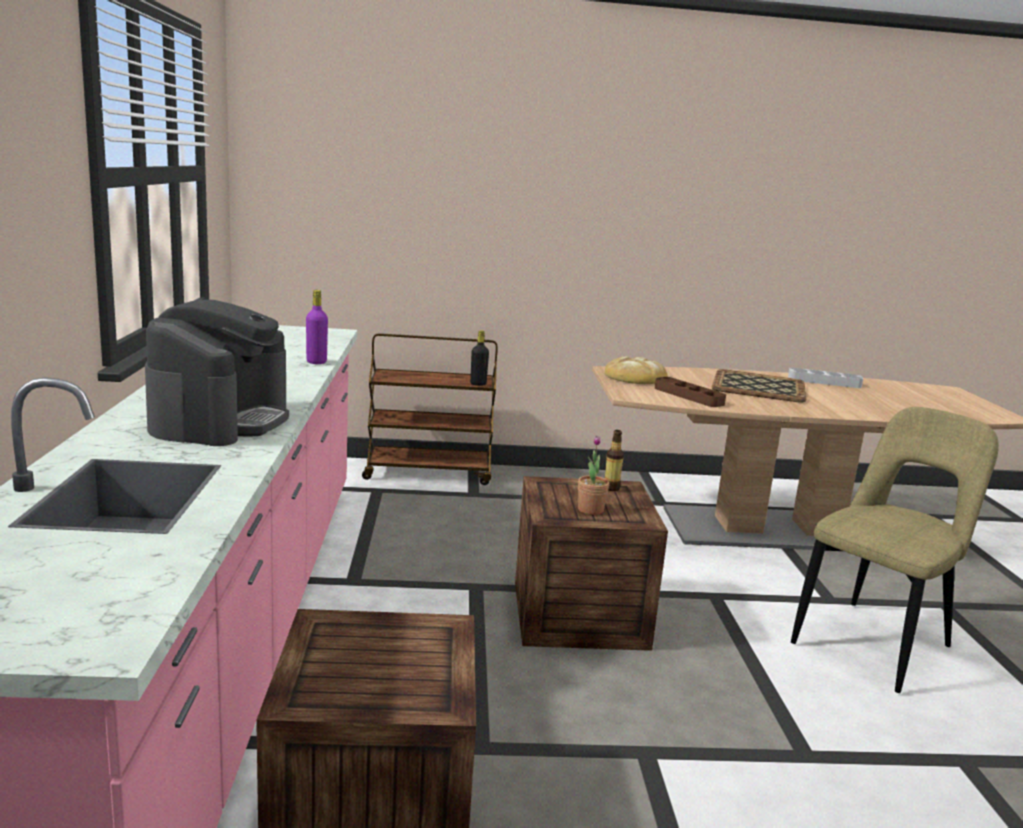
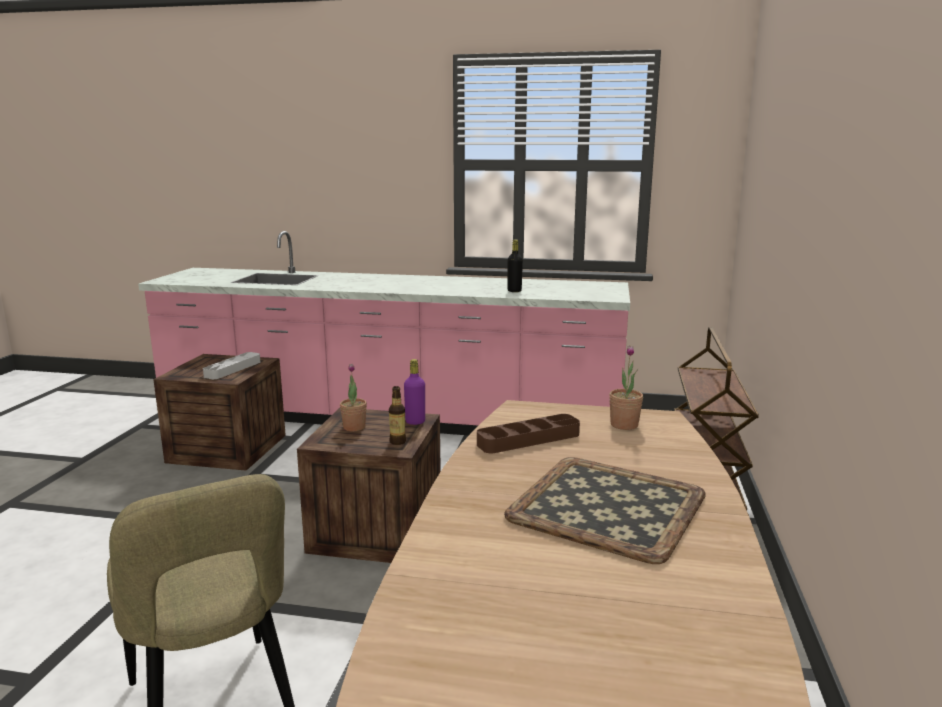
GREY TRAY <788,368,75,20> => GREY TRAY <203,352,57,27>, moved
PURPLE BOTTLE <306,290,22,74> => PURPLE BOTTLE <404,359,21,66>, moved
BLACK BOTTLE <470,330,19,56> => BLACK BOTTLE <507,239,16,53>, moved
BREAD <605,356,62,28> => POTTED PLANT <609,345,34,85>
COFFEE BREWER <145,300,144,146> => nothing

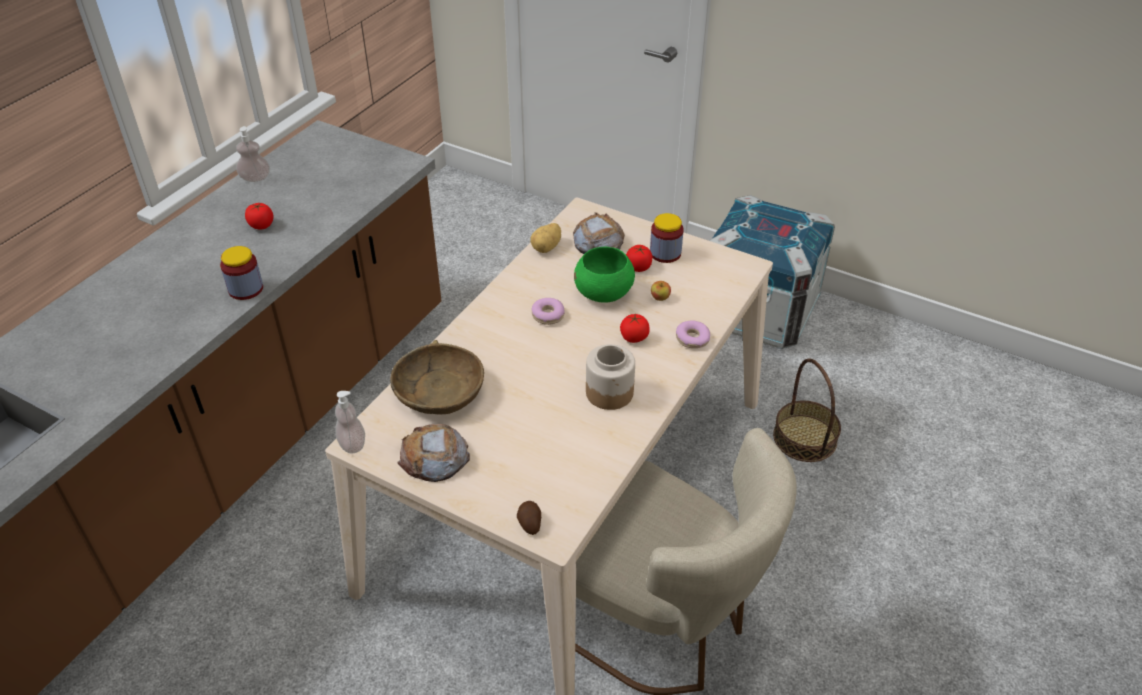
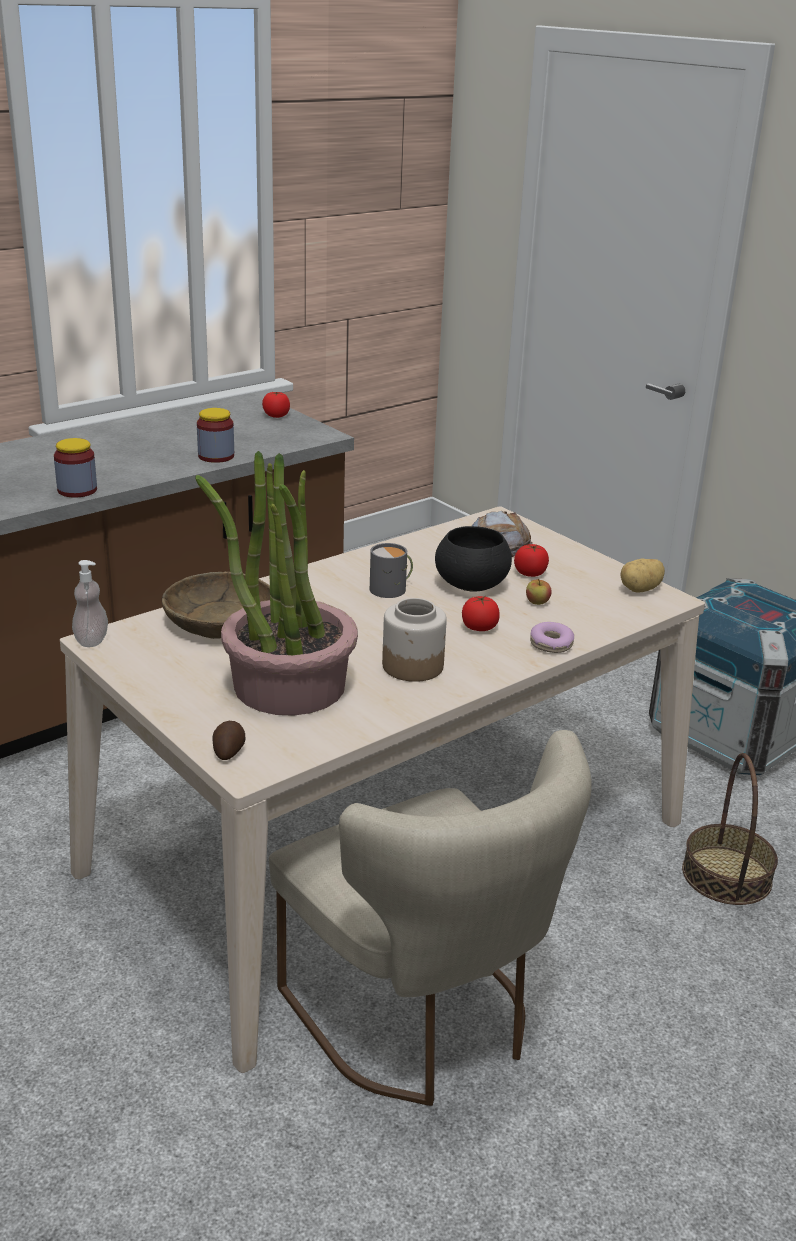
nothing => POTTED PLANT <195,451,163,265>
PRESERVE JAR <650,213,34,50> => PRESERVE JAR <197,408,37,55>, moved
WHOLE TOMATO <245,202,28,28> => WHOLE TOMATO <262,392,28,26>, moved
DONUT <531,298,34,27> => GREY COFFEE MUG <370,543,43,55>
GREENISH SERVING BOWL <574,247,61,56> => BLACK SERVING BOWL <435,526,77,65>
SPUD <530,223,31,30> => SPUD <620,558,45,35>, moved
SOAP DISPENSER <236,126,34,56> => nothing
BREAD <397,424,73,58> => nothing

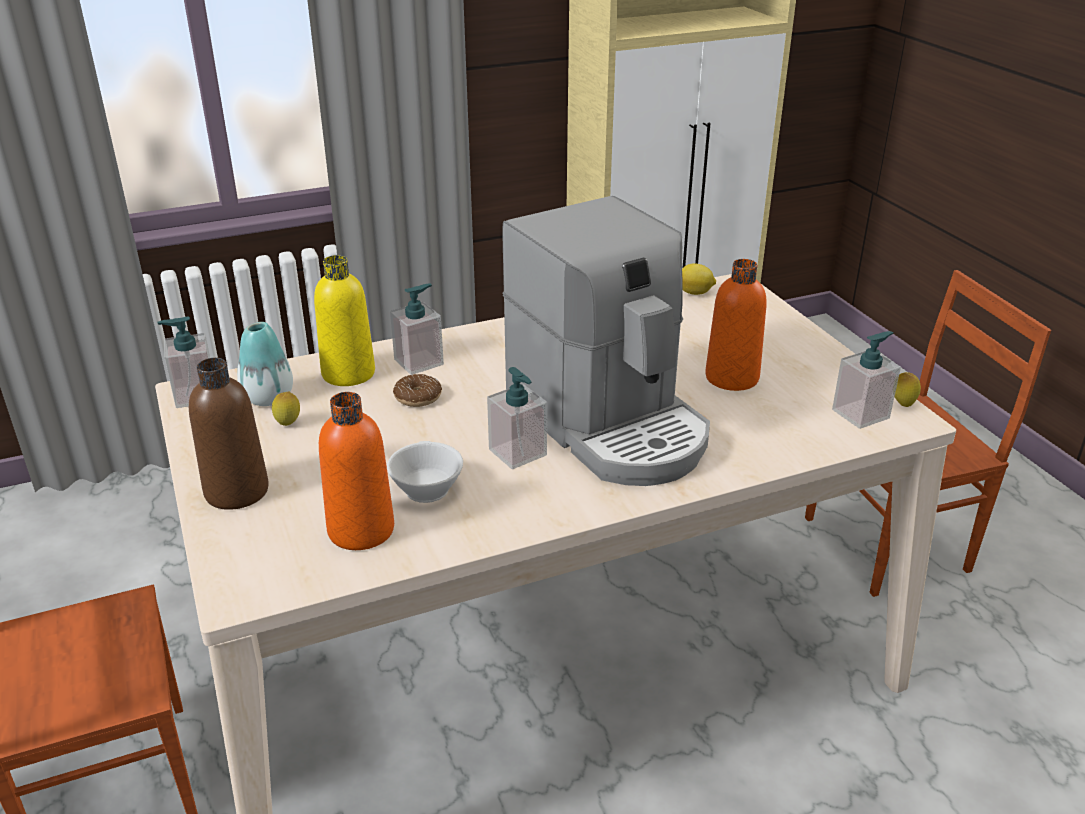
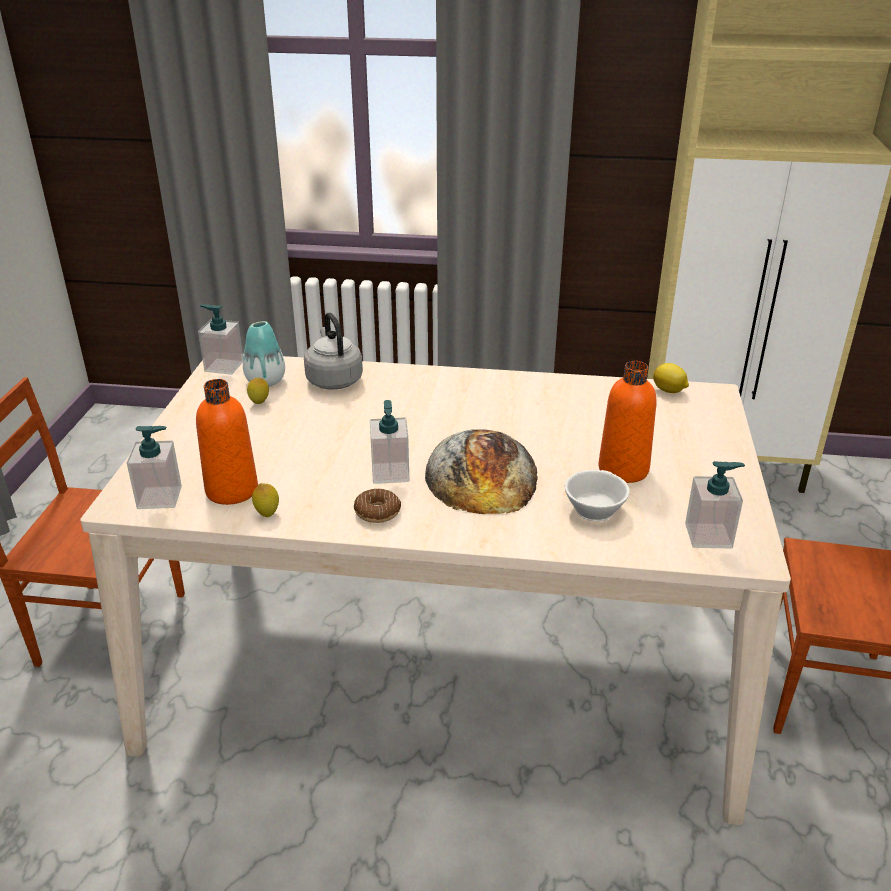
SOAP DISPENSER <390,284,54,91> => SOAP DISPENSER <127,426,55,83>, moved
LEMON <895,372,26,35> => LEMON <252,483,27,34>, moved
YELLOW-COLOURED BOTTLE <314,255,61,131> => GREY TEA KETTLE <304,312,59,78>
DONUT <393,374,49,33> => DONUT <354,489,47,34>, moved
COFFEE BREWER <502,196,208,290> => BREAD <425,429,113,85>
WHITE DRINKING CUP <387,441,76,62> => WHITE DRINKING CUP <565,470,65,51>, moved
BROWN-COLOURED BOTTLE <189,358,80,152> => nothing

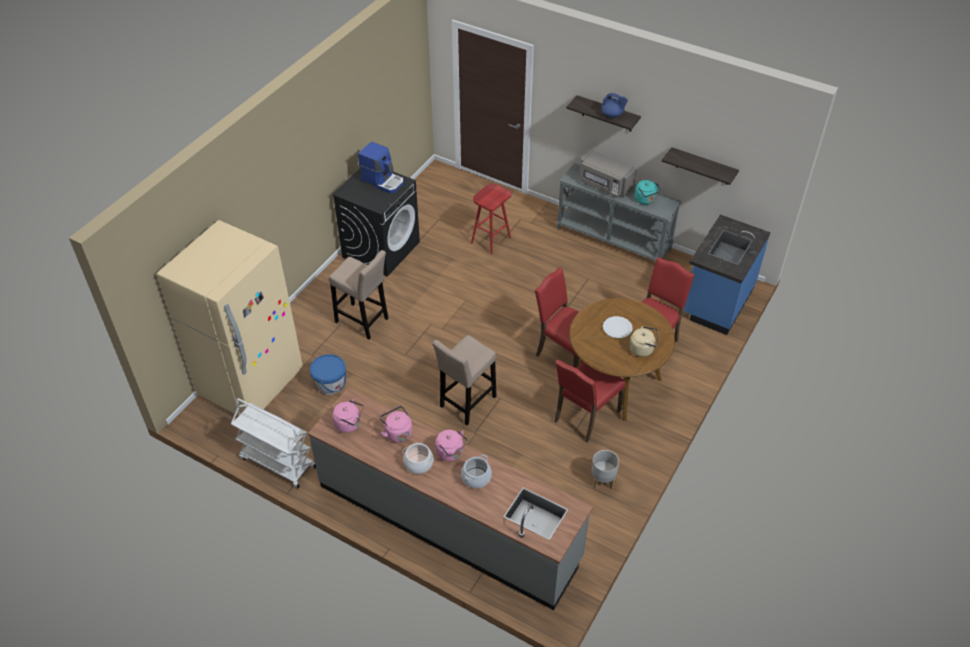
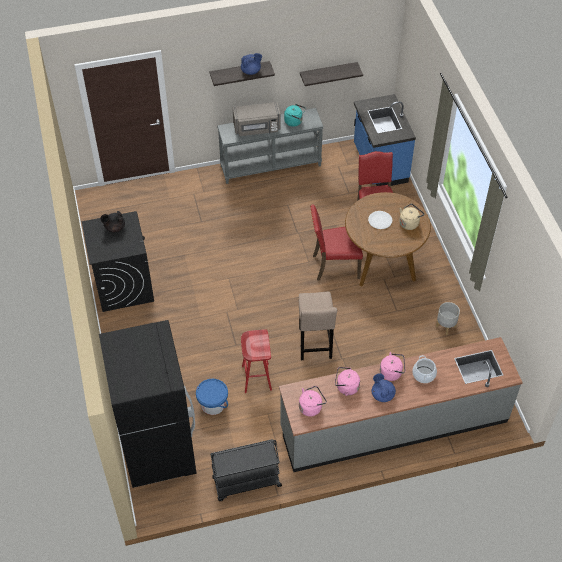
BEIGE-COLOURED FRIDGE <157,220,146,196> => BLACK FRIDGE <99,320,97,168>
COFFEE BREWER <358,142,46,52> => BLACK TEAPOT <100,211,25,22>
WHITE CART <231,398,85,90> => BLACK CART <210,439,72,62>
REDDISH SITTING STOOL <471,184,41,70> => REDDISH SITTING STOOL <241,329,31,64>, moved
SAUCEPOT <403,443,30,31> => BLUE TEAPOT <371,373,25,29>
BEIGE-COLOURED SITTING STOOL <329,250,59,89> => nothing
REDDISH PLAIN CHAIR <554,360,71,83> => nothing

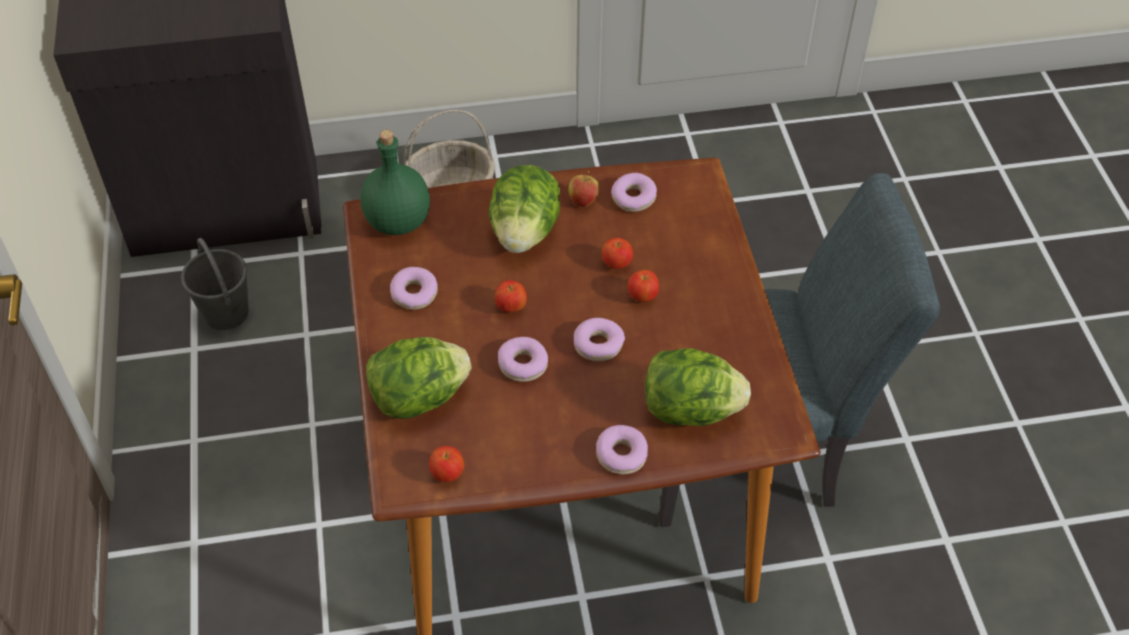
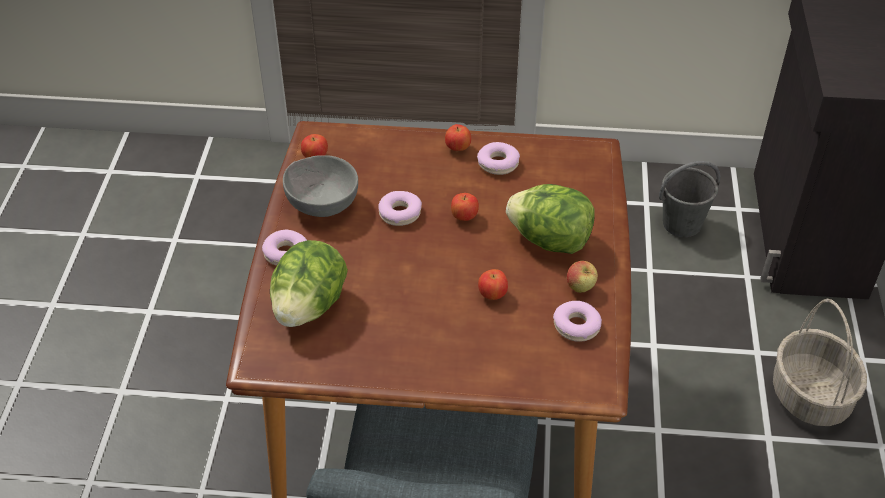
nothing => GREY SERVING BOWL <283,155,75,62>
APPLE FRUIT <628,270,31,32> => APPLE FRUIT <445,124,26,27>, moved
GREENISH BOTTLE <360,130,70,105> => nothing
LETTUCE HEAD <366,337,106,82> => nothing
DONUT <574,318,51,43> => nothing

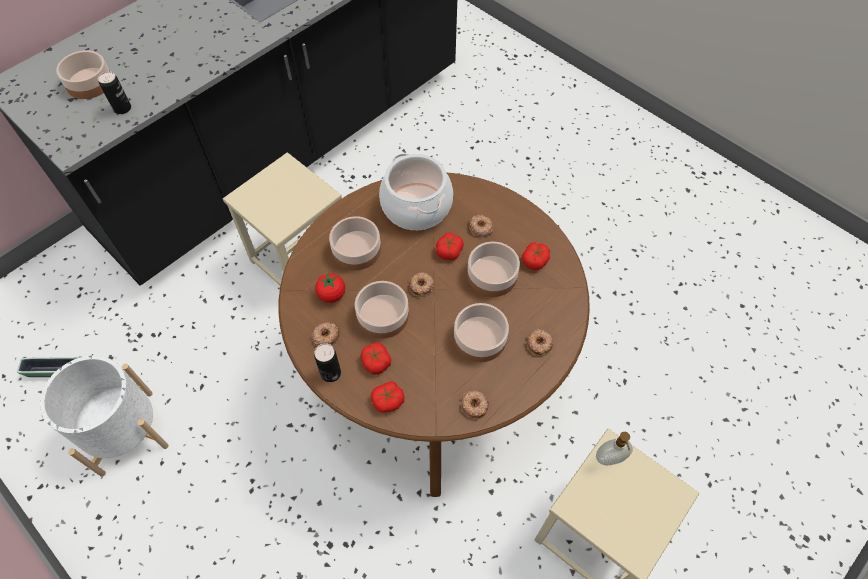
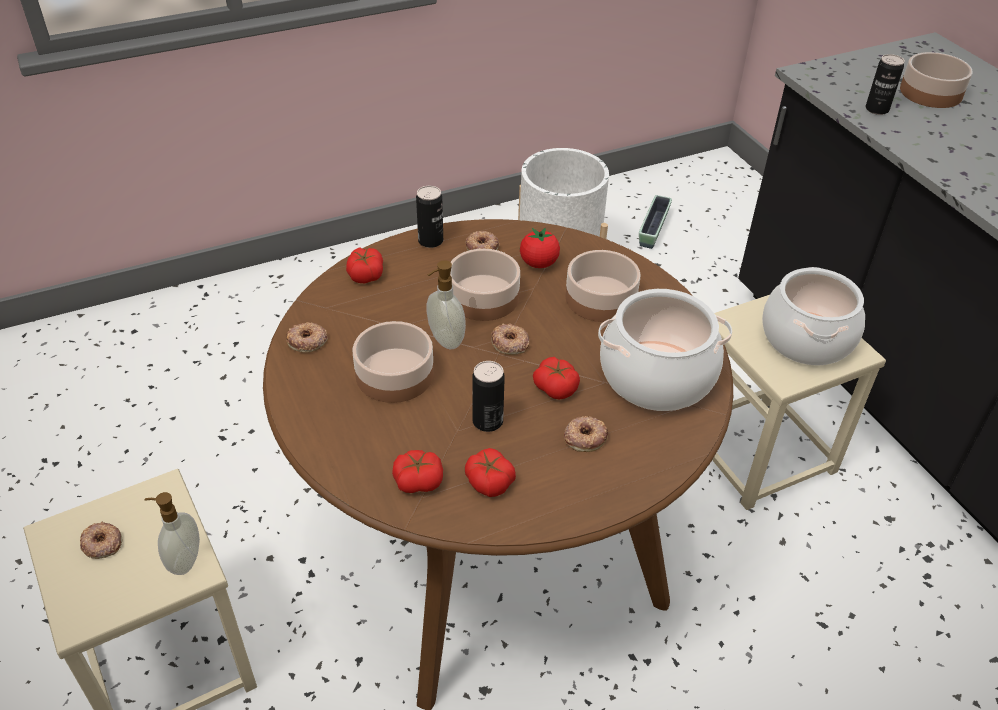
DONUT <527,329,27,27> => DONUT <80,522,42,37>, moved
WHOLE TOMATO <361,343,30,31> => WHOLE TOMATO <392,450,51,43>, moved
nothing => SOAP DISPENSER <427,260,39,89>
SERVING BOWL <467,242,53,55> => CAN <472,361,33,71>
nothing => SAUCEPOT <762,267,103,99>

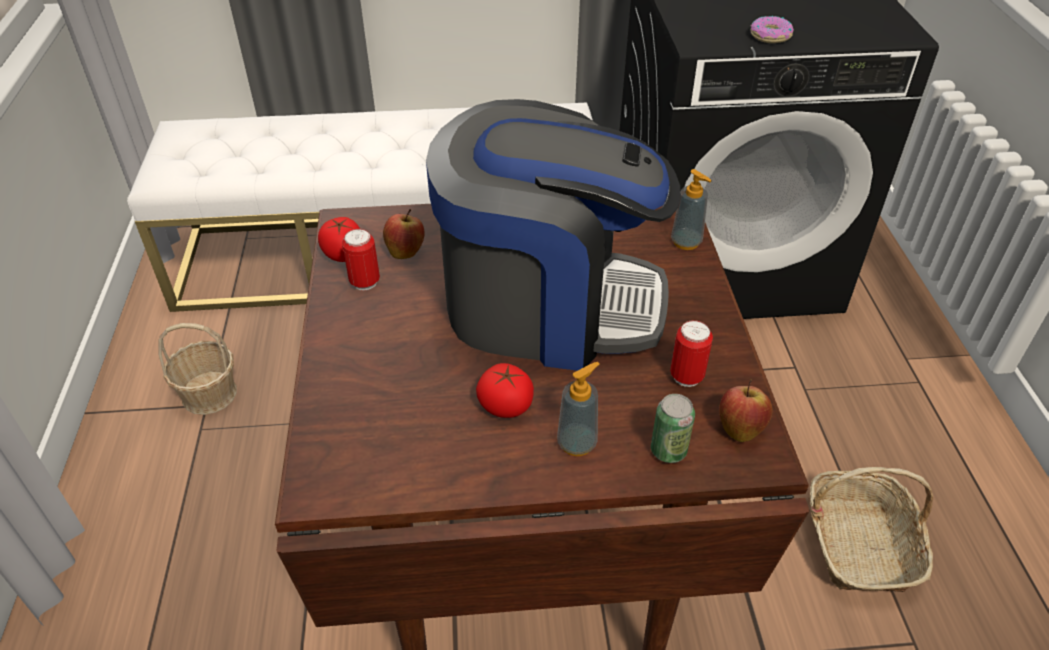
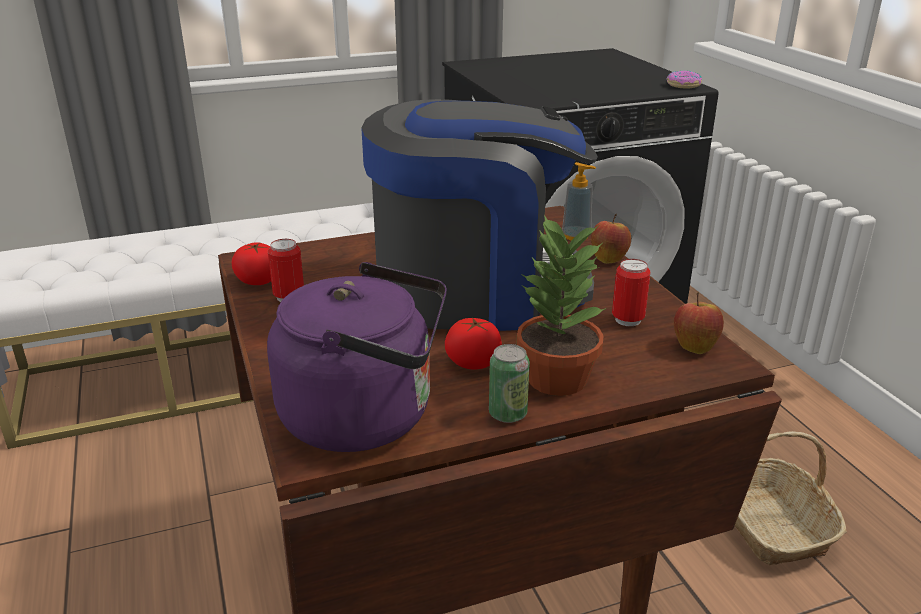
nothing => PURPLE TEA KETTLE <267,262,180,190>
CAN <651,394,44,69> => CAN <489,344,41,79>, moved
SOAP DISPENSER <557,362,43,94> => POTTED PLANT <517,215,90,181>
APPLE FRUIT <383,209,42,50> => APPLE FRUIT <591,214,40,50>, moved
DONUT <750,16,44,27> => DONUT <666,71,36,18>, moved
STORAGE BASKET <159,323,78,92> => nothing

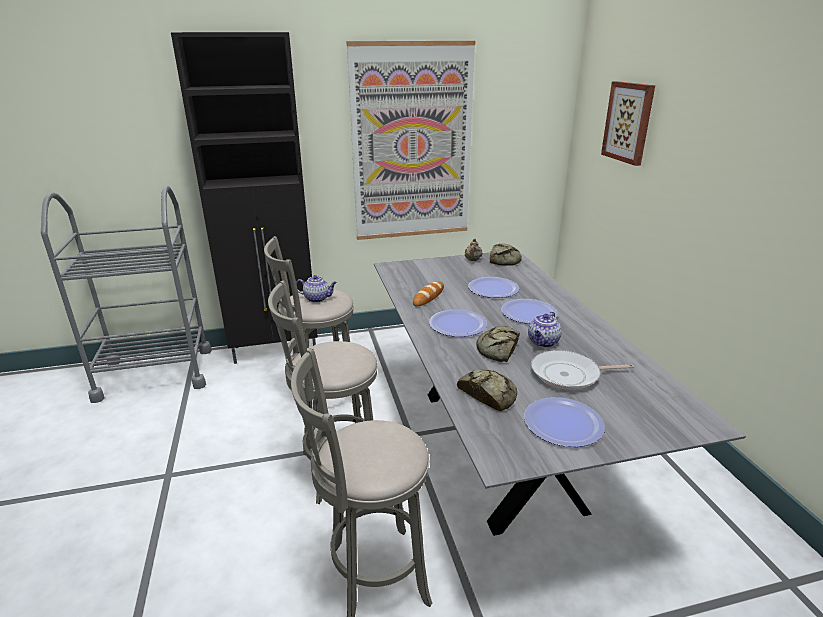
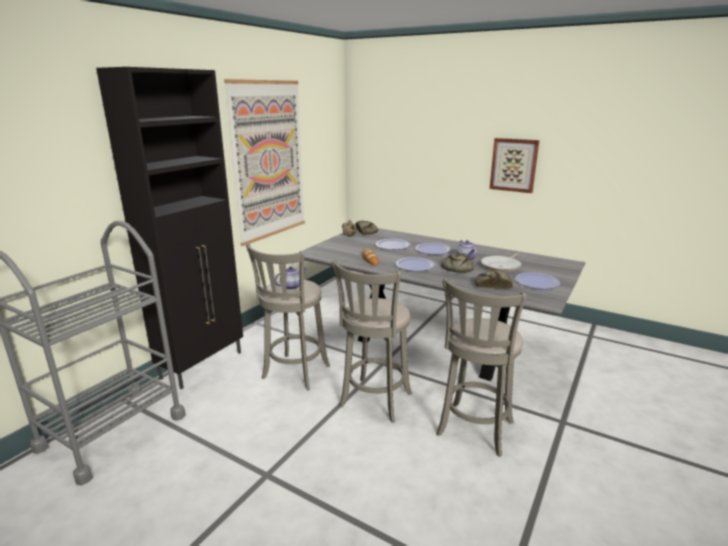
WALL PICTURE <601,81,54,85> => WALL PICTURE <490,138,49,55>, moved

